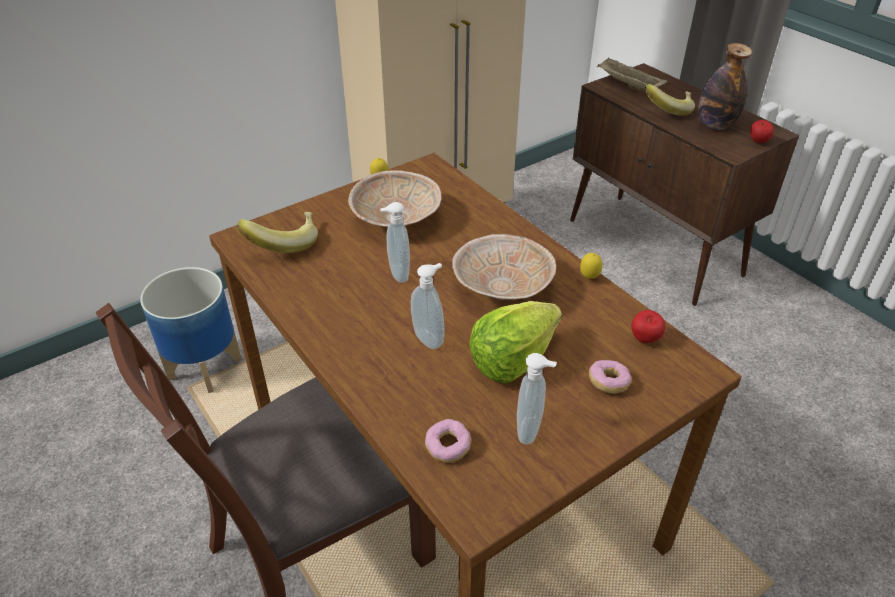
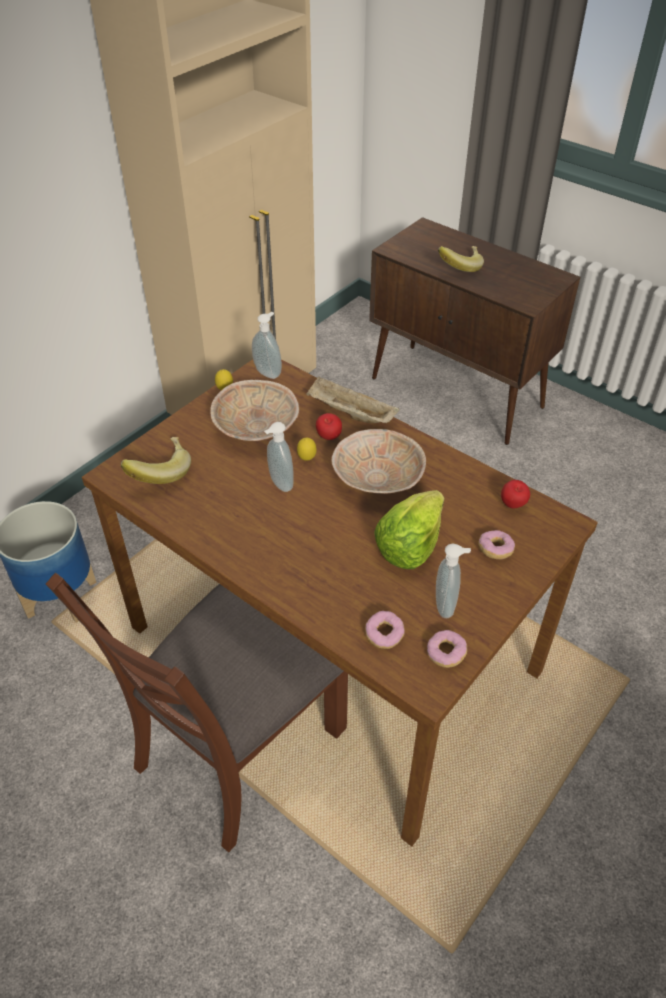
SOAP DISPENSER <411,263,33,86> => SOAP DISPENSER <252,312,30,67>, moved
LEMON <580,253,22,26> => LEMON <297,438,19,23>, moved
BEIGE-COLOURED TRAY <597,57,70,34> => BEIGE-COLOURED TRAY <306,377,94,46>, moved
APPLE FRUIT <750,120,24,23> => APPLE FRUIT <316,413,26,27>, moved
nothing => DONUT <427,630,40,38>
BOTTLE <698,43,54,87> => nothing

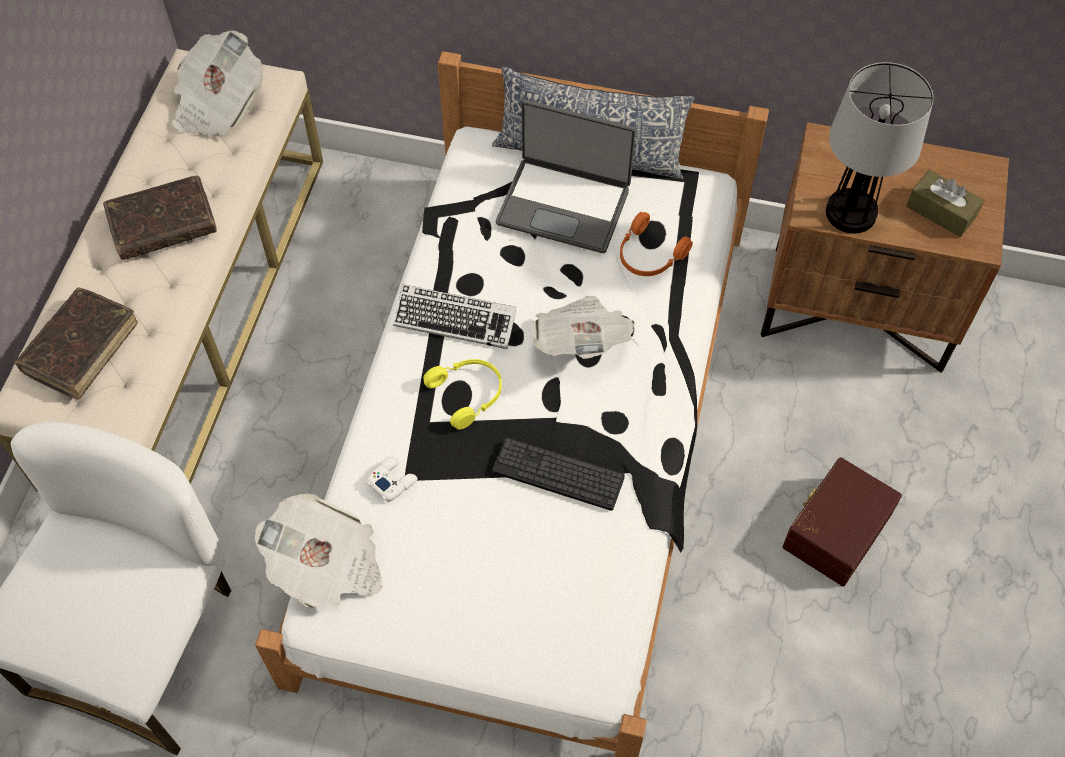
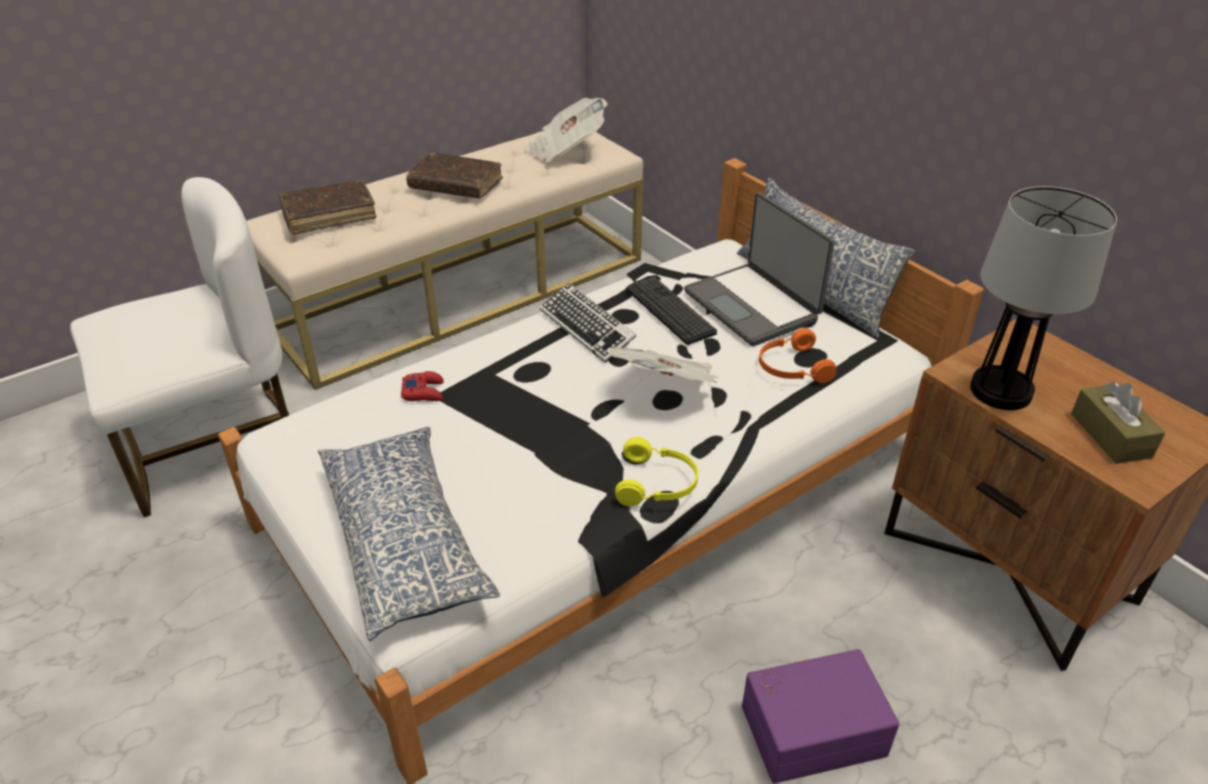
nothing => PILLOW <318,427,182,214>
WHITE GAME CONTROLLER <367,457,51,45> => REDDISH GAME CONTROLLER <401,371,43,30>
YELLOW-COLOURED PAIR OF HEADPHONES <423,359,79,71> => YELLOW-COLOURED PAIR OF HEADPHONES <615,437,83,69>, moved
PC KEYBOARD <492,438,133,73> => PC KEYBOARD <627,277,90,68>, moved
BROWN-COLOURED STORAGE BOX <782,457,120,129> => PURPLE STORAGE BOX <742,649,157,134>
NEWSPAPER <255,493,128,115> => nothing

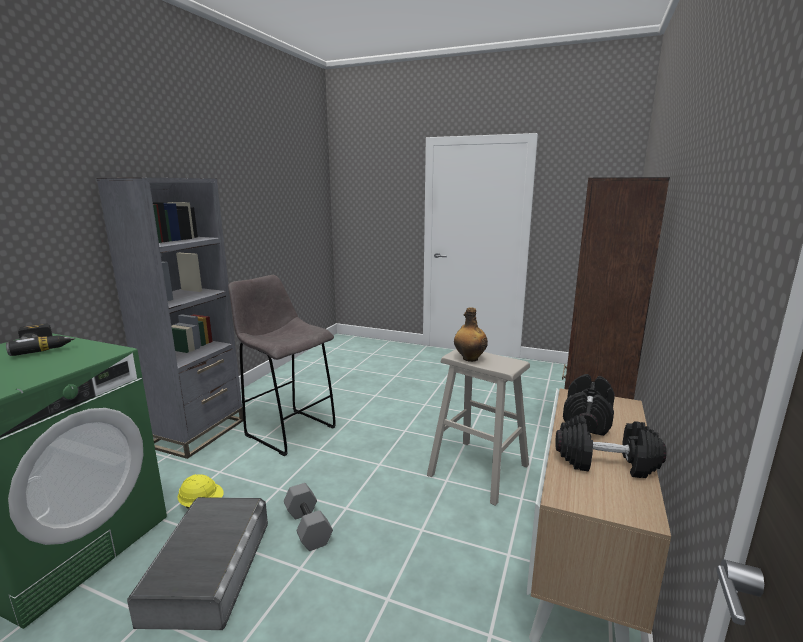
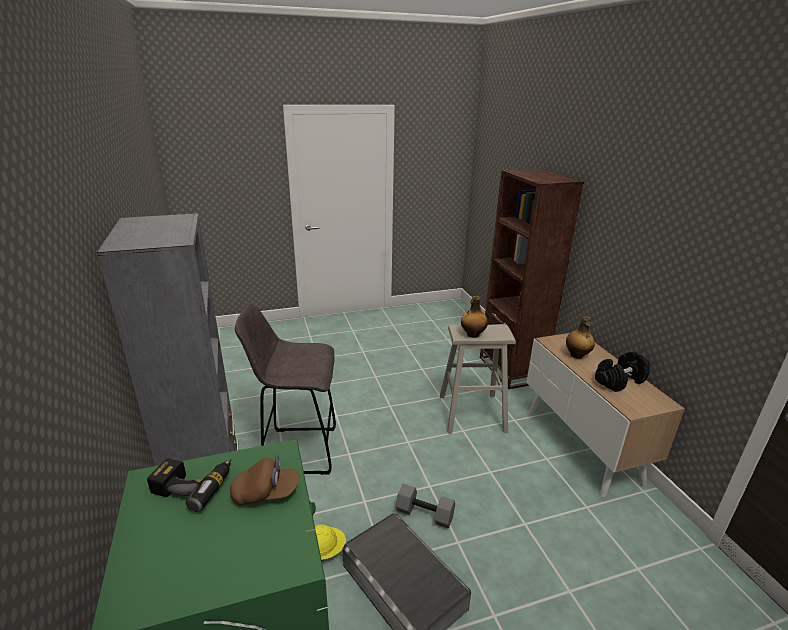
nothing => BROWN-COLOURED BASEBALL CAP <230,455,69,50>
BLACK FREE WEIGHT <563,374,52,62> => BOTTLE <566,316,29,43>

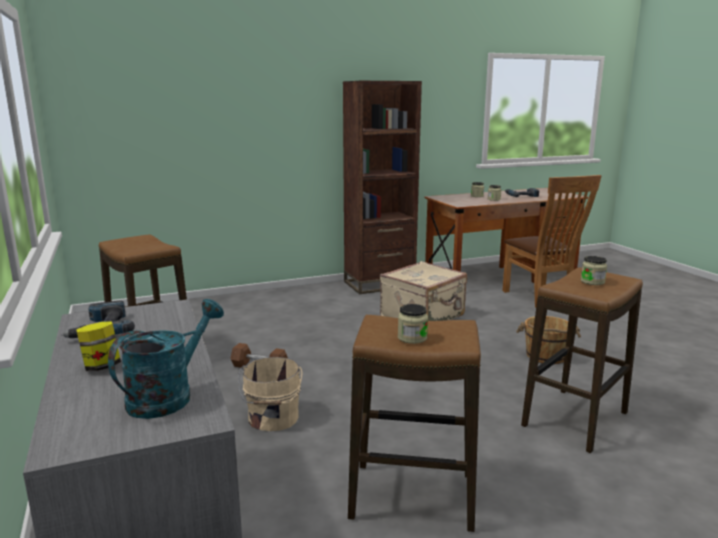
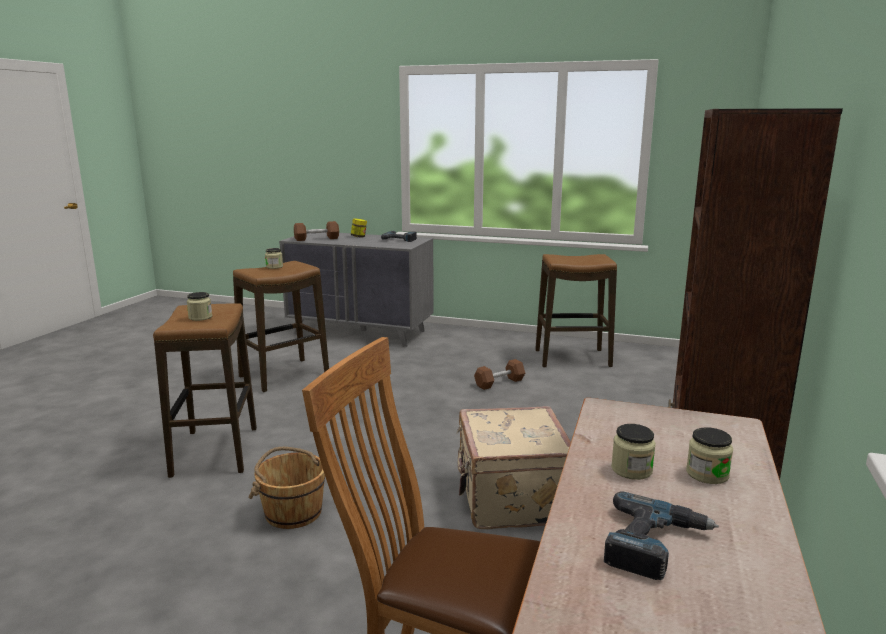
TURQUOISE SPRINKLING CAN <108,299,116,120> => BROWN-COLOURED FREE WEIGHT <294,221,45,20>
BEIGE-COLOURED WATER BUCKET <238,357,65,74> => nothing

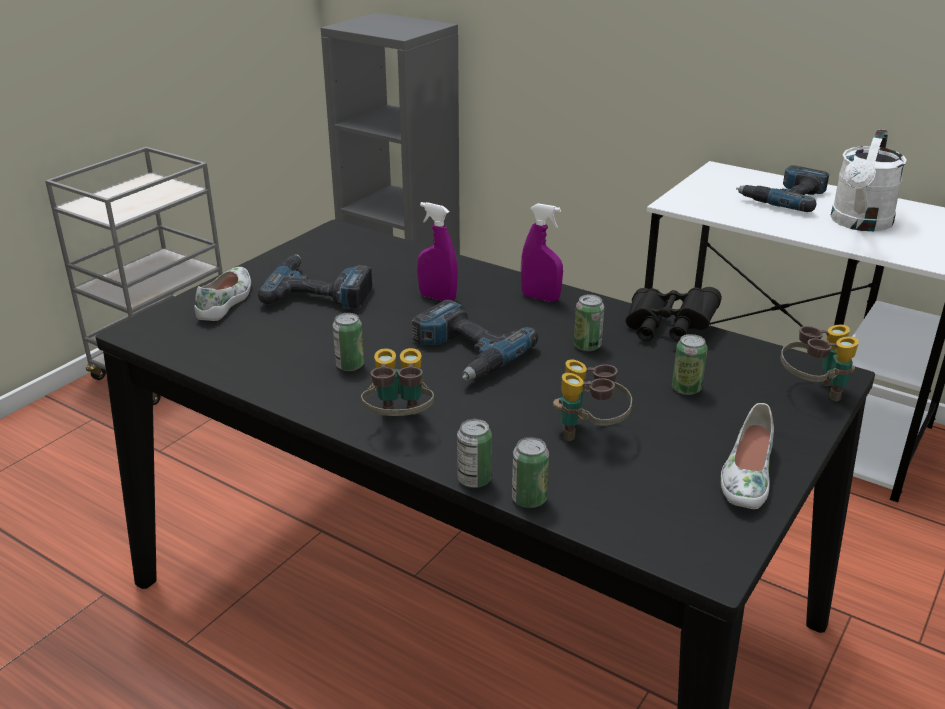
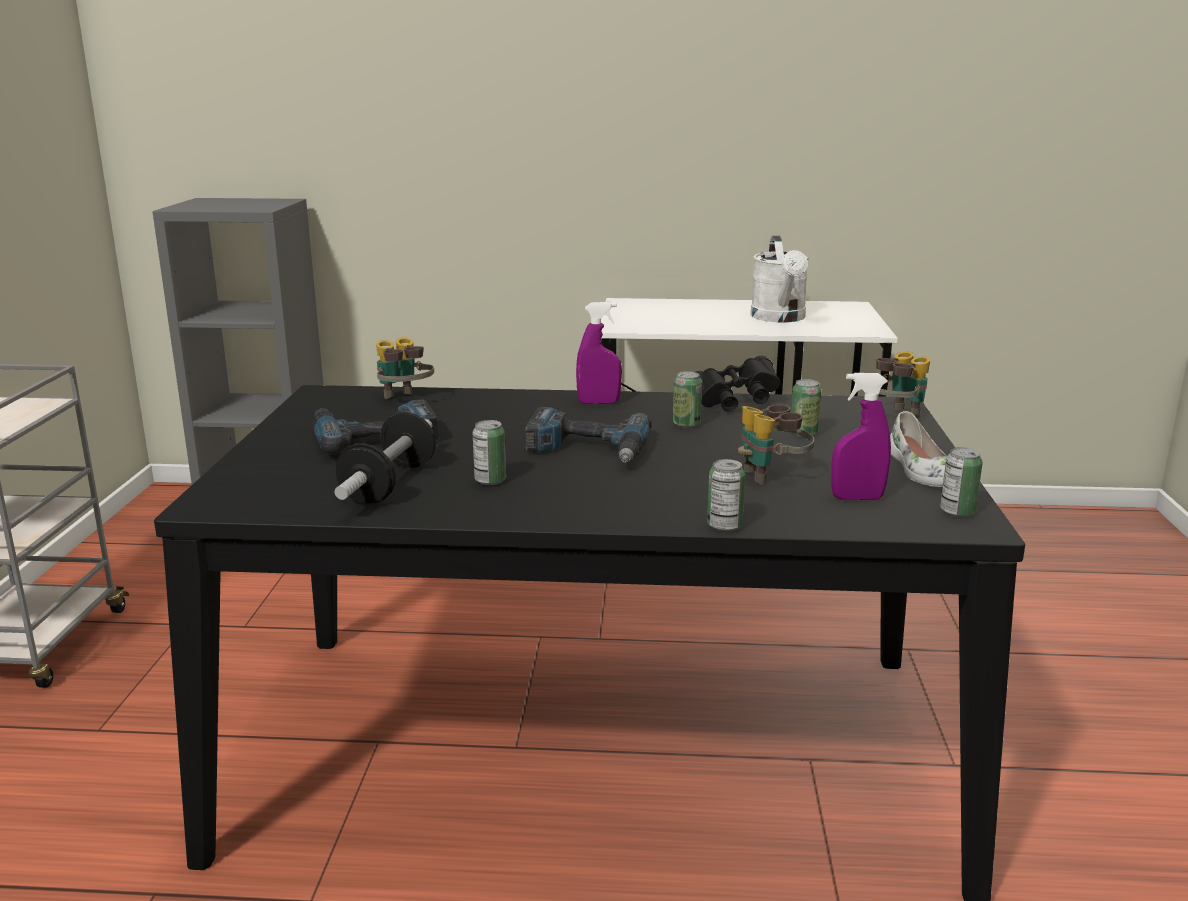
nothing => FREE WEIGHT <335,412,101,92>
FIELD GLASSES <361,348,73,68> => FIELD GLASSES <376,338,58,61>, moved
PURPLE SPRAY BOTTLE <417,202,41,99> => PURPLE SPRAY BOTTLE <831,373,60,127>, moved
CAN <512,437,37,71> => CAN <940,447,42,71>, moved
WHITE LOW SHOE <194,267,57,54> => nothing
POWER DRILL <736,165,93,47> => nothing

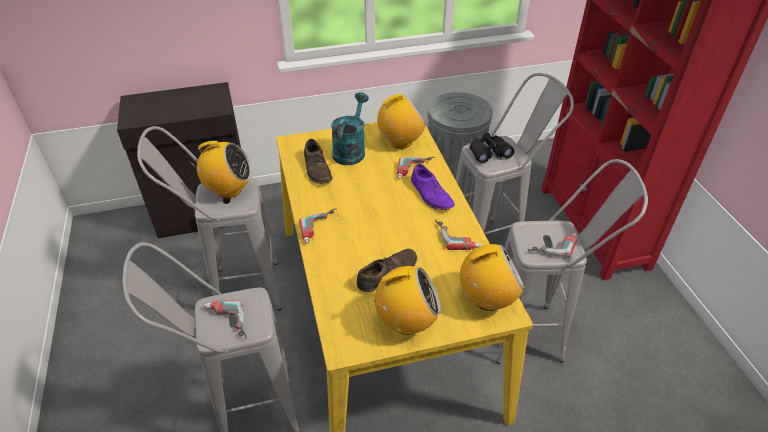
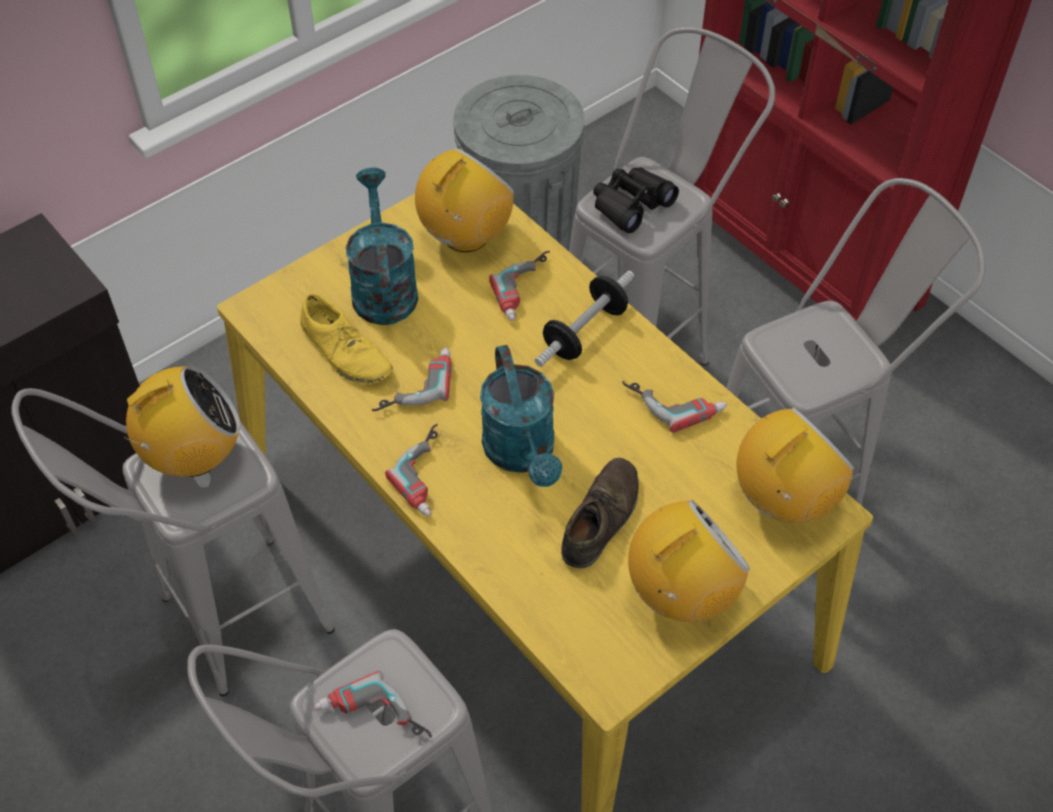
BROWN-COLOURED LOW SHOE <304,139,28,45> => YELLOW-COLOURED LOW SHOE <300,294,93,90>
POWER DRILL <528,233,49,25> => POWER DRILL <372,347,80,64>, moved
nothing => TURQUOISE SPRINKLING CAN <480,345,82,142>
PURPLE LOW SHOE <411,164,44,46> => FREE WEIGHT <535,271,100,96>

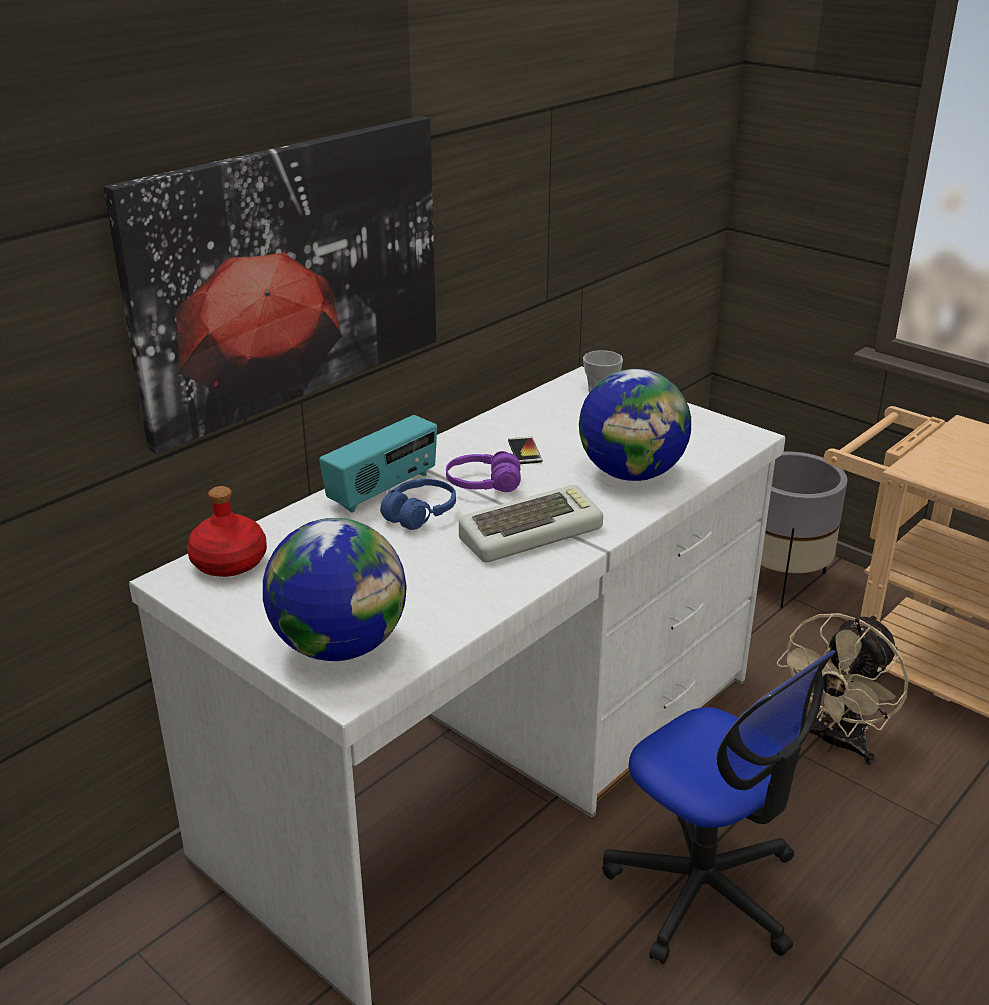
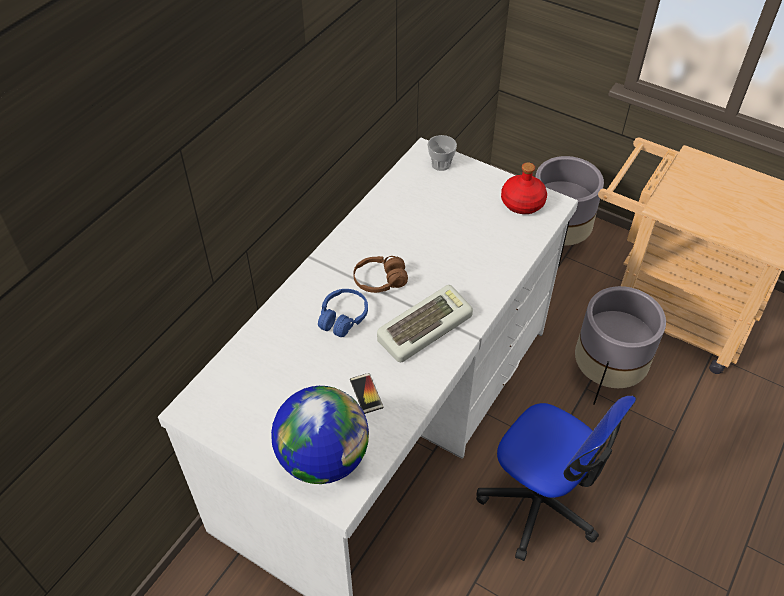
HANDSET <508,437,35,27> => HANDSET <350,373,33,41>, moved
PURPLE PAIR OF HEADPHONES <446,451,75,41> => BROWN-COLOURED PAIR OF HEADPHONES <353,256,55,37>
REDDISH BOTTLE <187,486,80,91> => REDDISH BOTTLE <501,163,46,51>, moved
BEIGE-COLOURED ELECTRIC FAN <776,613,133,152> => GREY FLOWER POT <575,286,91,119>
WALL PICTURE <103,116,333,338> => nothing
RADIO SET <319,415,118,98> => nothing
DESK GLOBE <579,369,112,112> => nothing

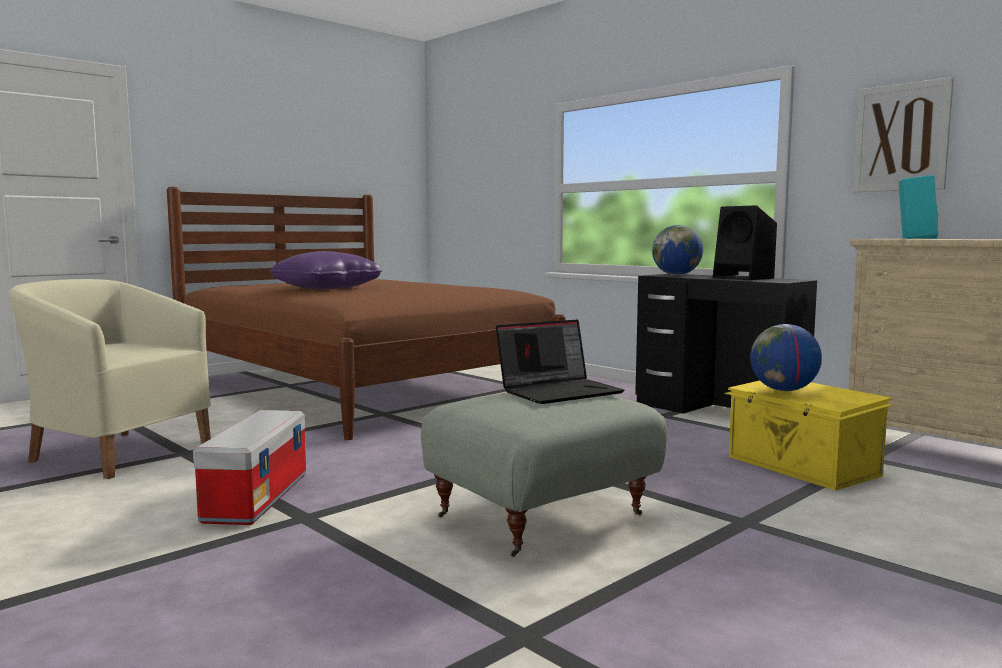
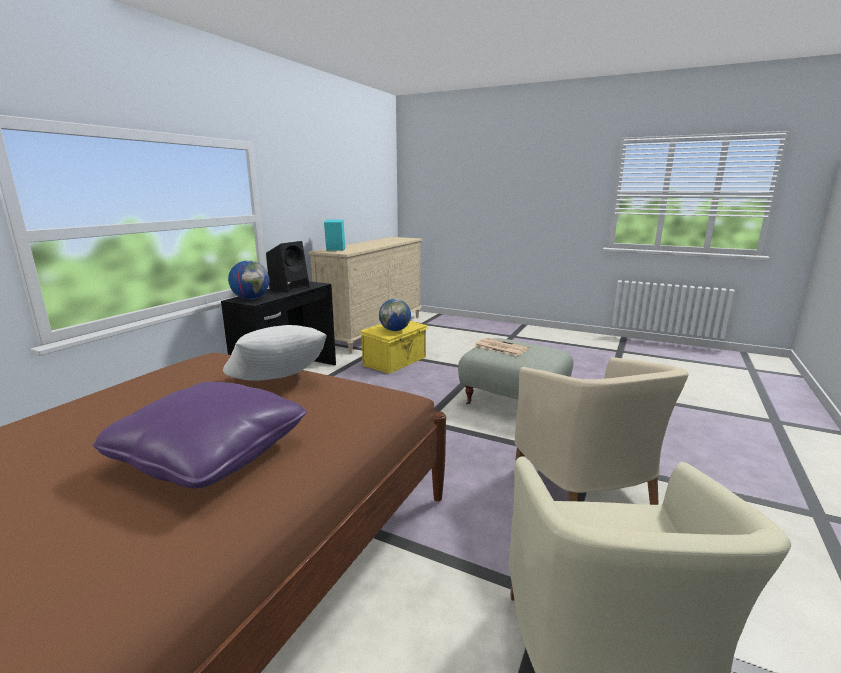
nothing => WHITE PILLOW <223,325,104,56>
PORTABLE COMPUTER <496,320,128,84> => NEWSPAPER <475,338,54,18>
STORAGE BOX <193,410,113,115> => BEIGE-COLOURED LOUNGE CHAIR <514,357,175,148>
WALL PICTURE <853,77,101,115> => nothing

